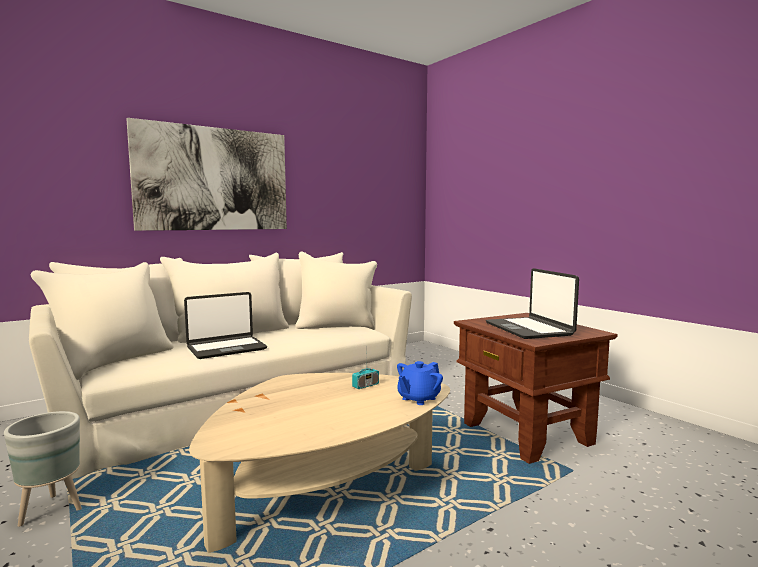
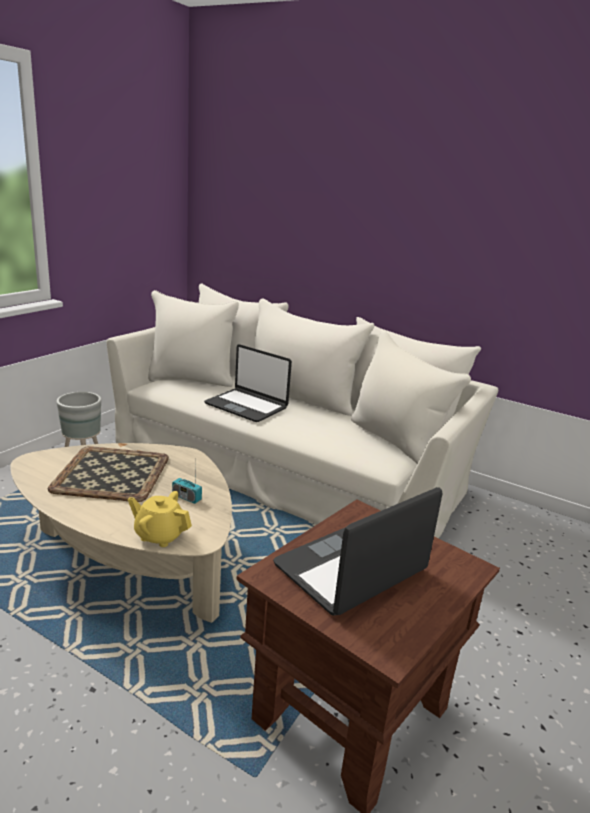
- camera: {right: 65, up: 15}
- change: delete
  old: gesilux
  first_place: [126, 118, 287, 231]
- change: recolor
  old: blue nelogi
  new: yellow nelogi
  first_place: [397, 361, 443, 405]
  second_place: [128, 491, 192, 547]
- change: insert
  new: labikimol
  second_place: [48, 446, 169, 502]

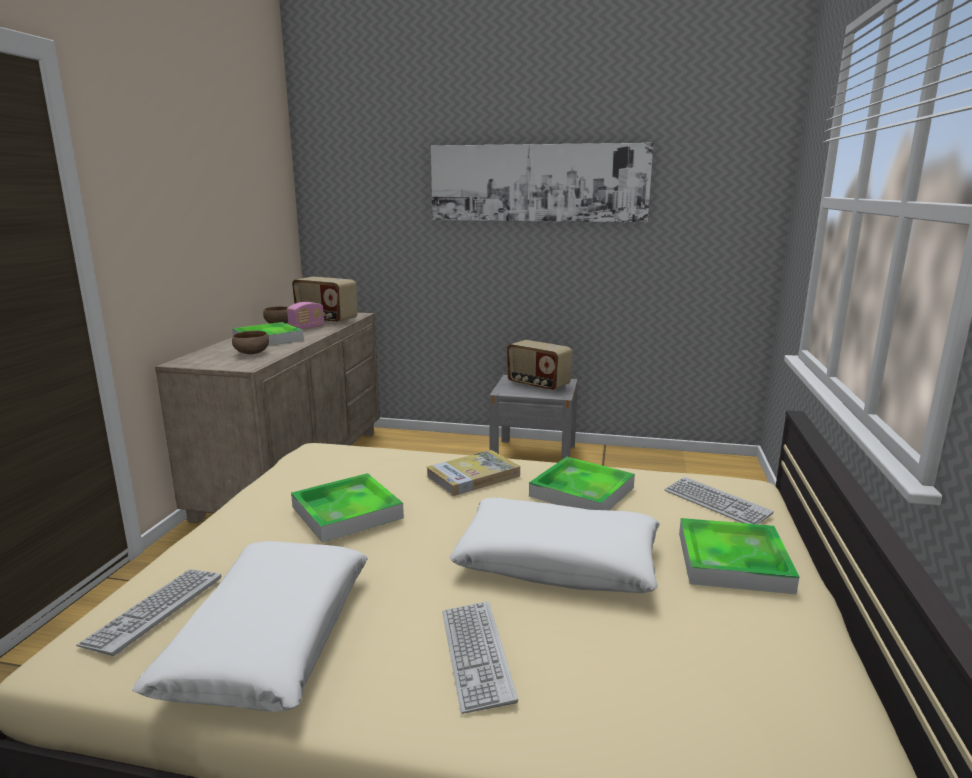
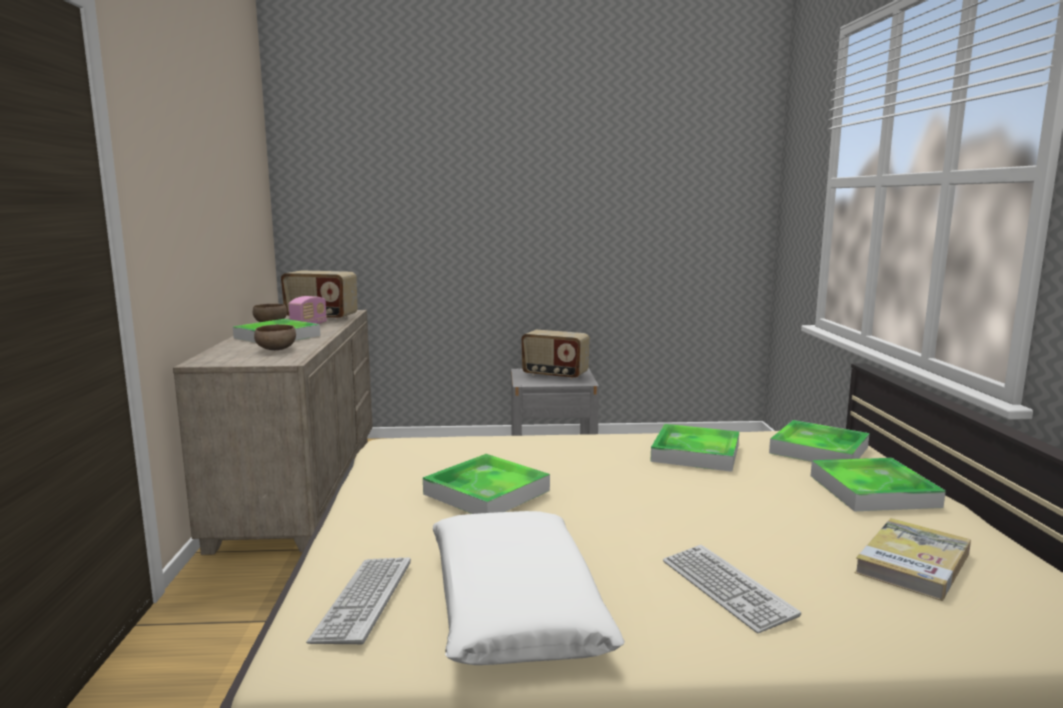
- camera: {right: -15, up: -5}
- change: delete
  old: gesilux
  first_place: [431, 143, 653, 222]
- change: move
  old: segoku
  first_place: [426, 450, 520, 496]
  second_place: [854, 518, 971, 601]
- change: replace
  old: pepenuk
  new: labikimol
  first_place: [665, 477, 774, 524]
  second_place: [769, 420, 869, 462]
- change: delete
  old: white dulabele
  first_place: [450, 498, 660, 593]

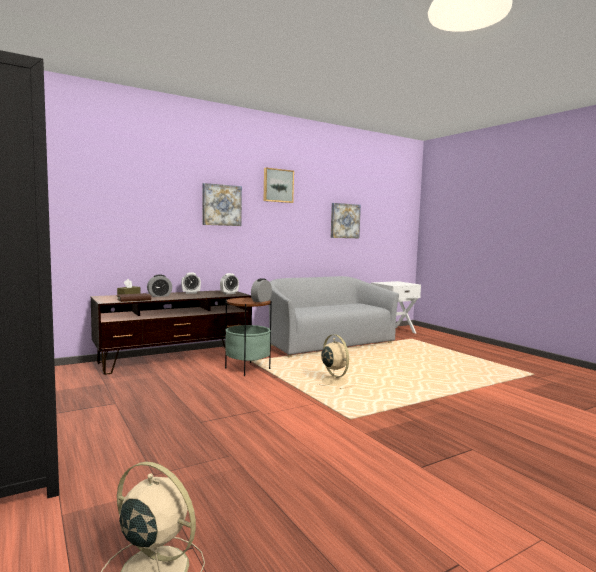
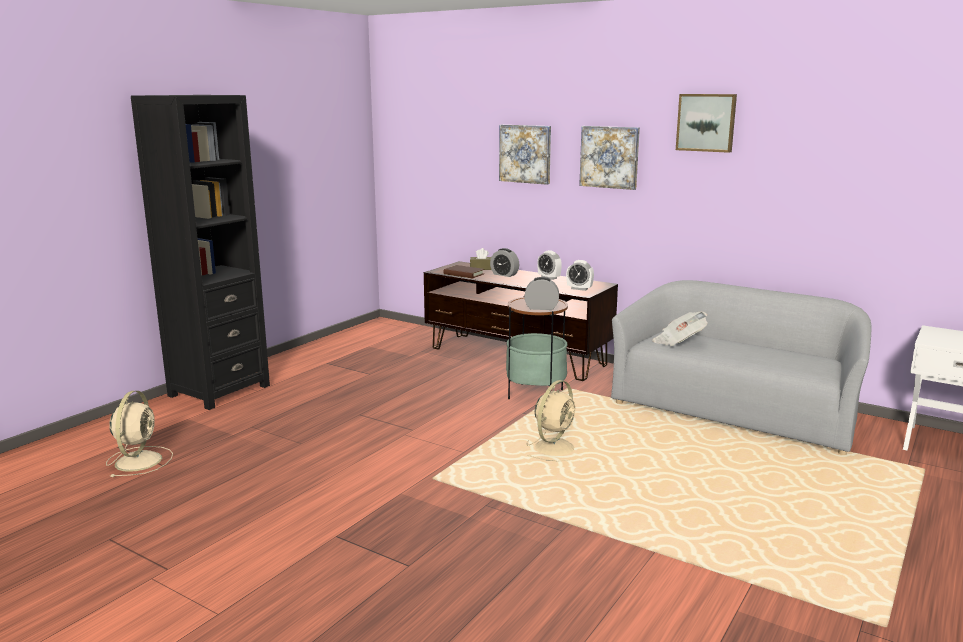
- camera: {right: 65, up: 10}
- change: move
  old: gesilux
  first_place: [331, 203, 361, 238]
  second_place: [499, 125, 551, 185]
- change: insert
  new: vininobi
  second_place: [652, 312, 708, 346]

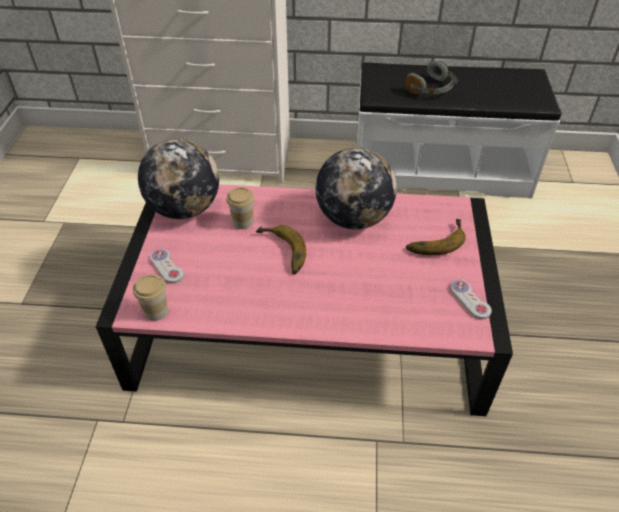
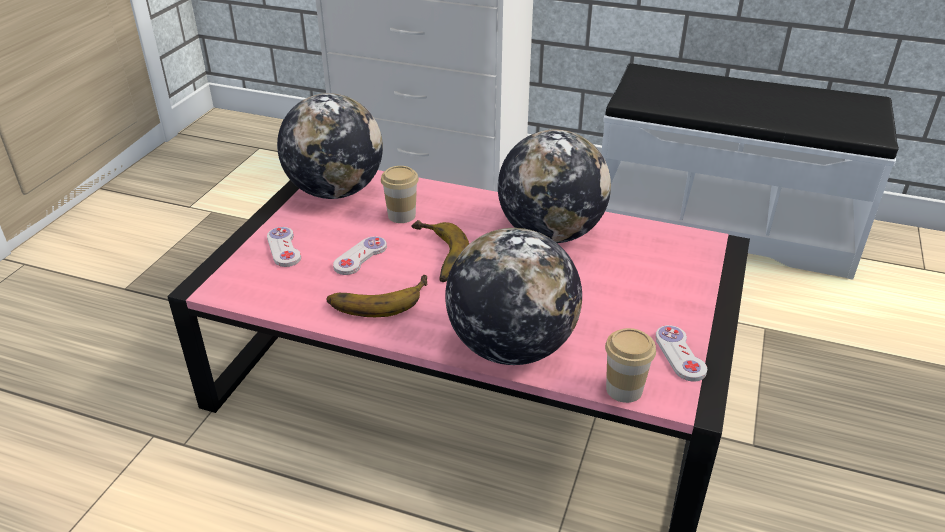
- camera: {right: 15, up: -10}
- change: delete
  old: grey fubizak
  first_place: [405, 60, 457, 95]
- change: move
  old: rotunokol
  first_place: [406, 219, 466, 255]
  second_place: [326, 275, 428, 317]
- change: move
  old: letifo
  first_place: [133, 274, 168, 321]
  second_place: [605, 328, 656, 403]
- change: insert
  new: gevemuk
  second_place: [445, 228, 582, 365]
- change: insert
  new: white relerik
  second_place: [333, 236, 387, 275]

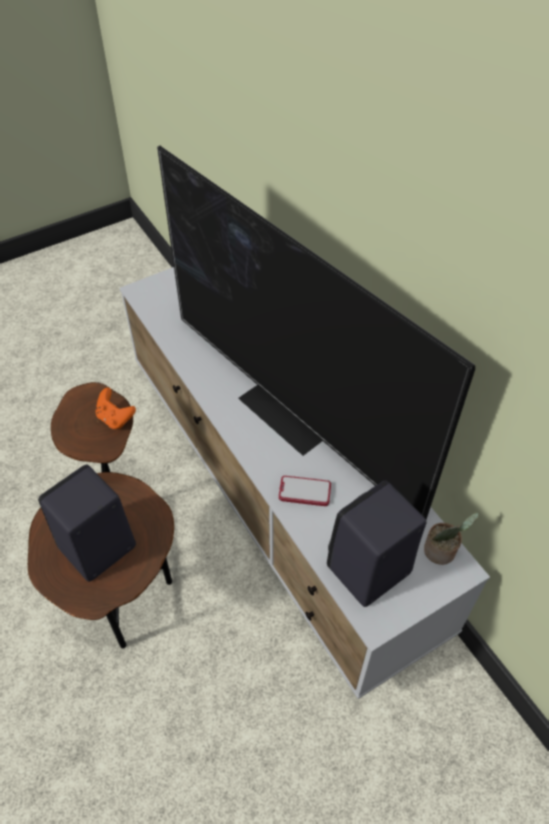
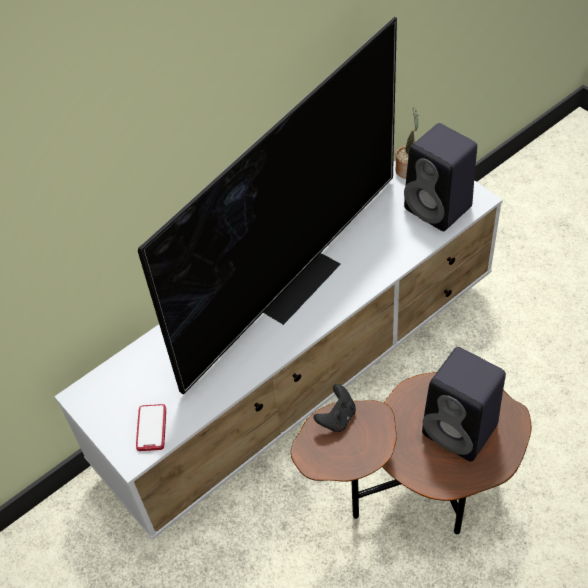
- camera: {right: -95, up: 0}
- change: recolor
  old: orange relerik
  new: black relerik
  first_place: [96, 388, 136, 429]
  second_place: [314, 384, 356, 432]
- change: move
  old: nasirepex
  first_place: [279, 476, 331, 506]
  second_place: [136, 404, 166, 451]

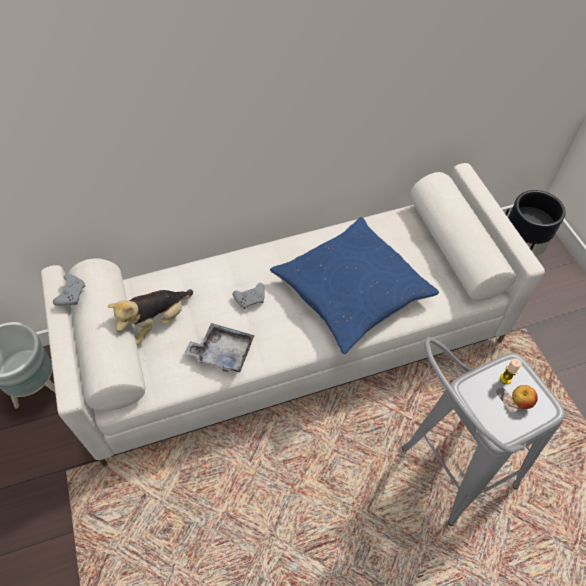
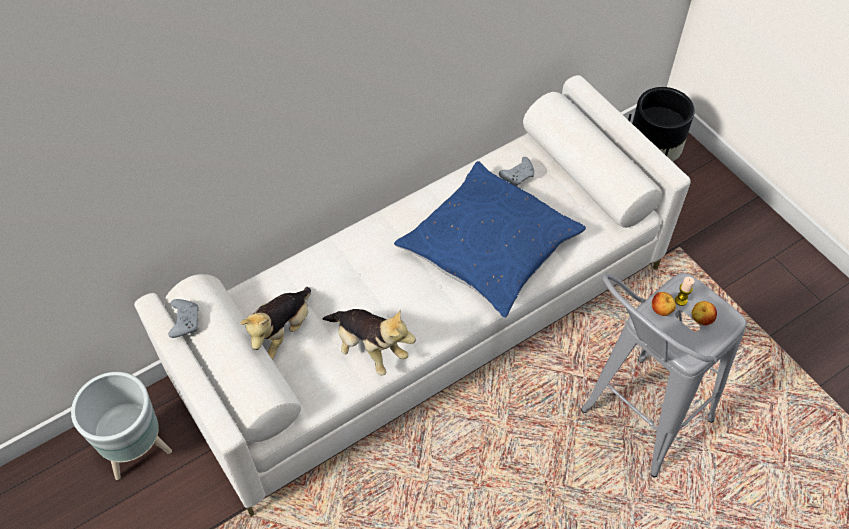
- camera: {right: -15, up: 0}
- change: move
  old: grey relerik
  first_place: [233, 283, 265, 309]
  second_place: [499, 157, 535, 187]
- change: replace
  old: grey labikimol
  new: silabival
  first_place: [185, 323, 255, 372]
  second_place: [323, 309, 416, 376]
- change: insert
  new: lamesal
  second_place: [652, 292, 676, 316]

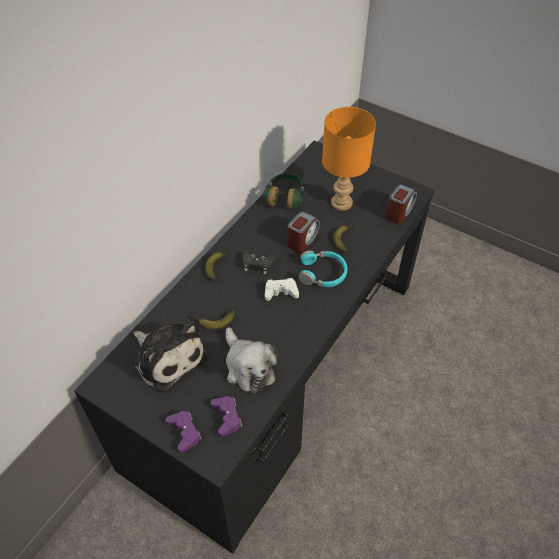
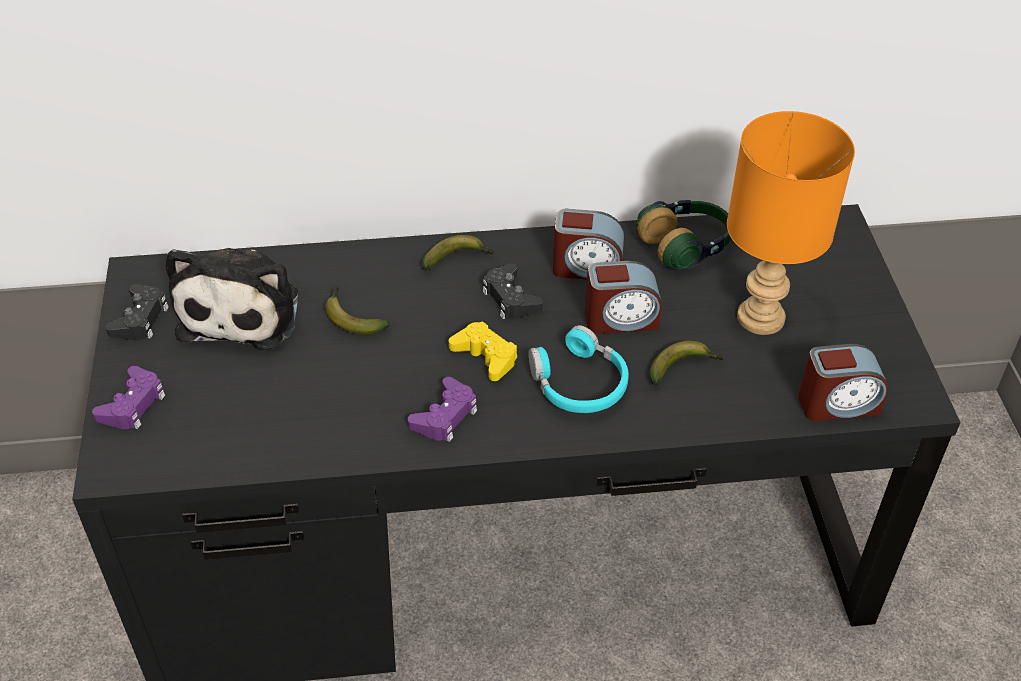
- camera: {right: 50, up: -5}
- change: recolor
  old: white relerik
  new: yellow relerik
  first_place: [265, 278, 299, 301]
  second_place: [449, 321, 517, 381]
- change: delete
  old: silabival
  first_place: [226, 327, 278, 393]
- change: move
  old: purple relerik
  first_place: [211, 396, 242, 437]
  second_place: [408, 377, 477, 442]
- change: insert
  new: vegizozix
  second_place: [553, 209, 624, 279]
- change: insert
  new: black relerik
  second_place: [105, 284, 169, 340]

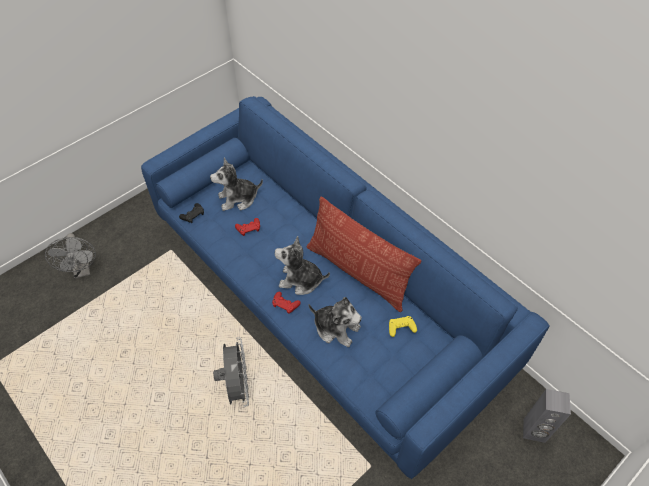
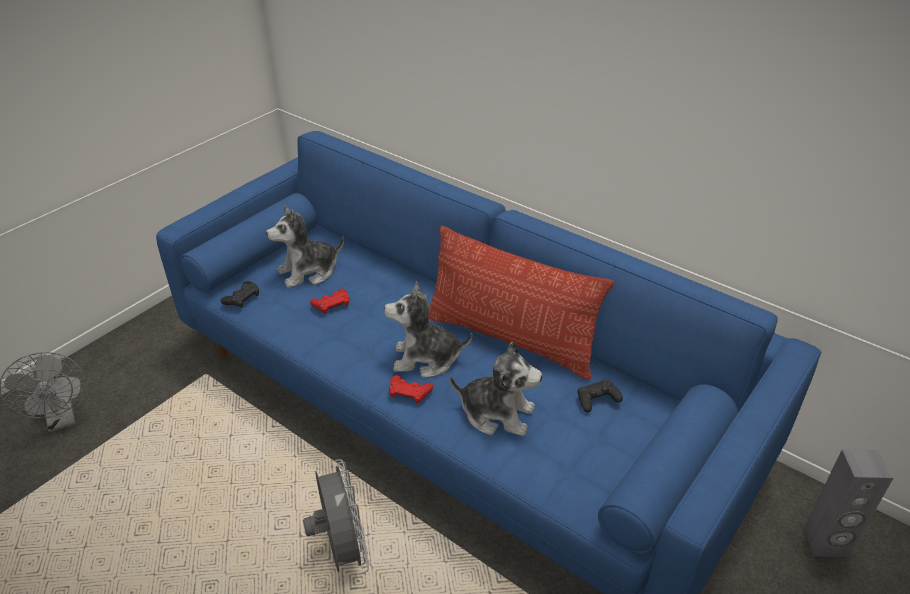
- camera: {right: -10, up: -15}
- change: recolor
  old: yellow relerik
  new: black relerik
  first_place: [389, 316, 417, 337]
  second_place: [578, 380, 623, 412]

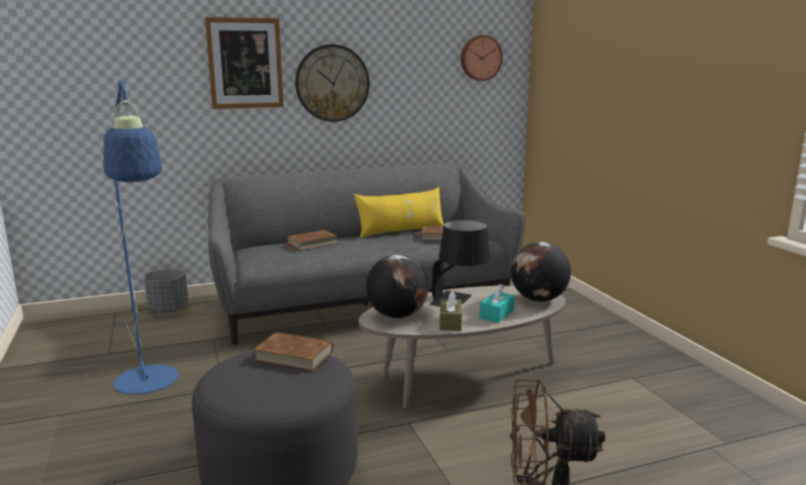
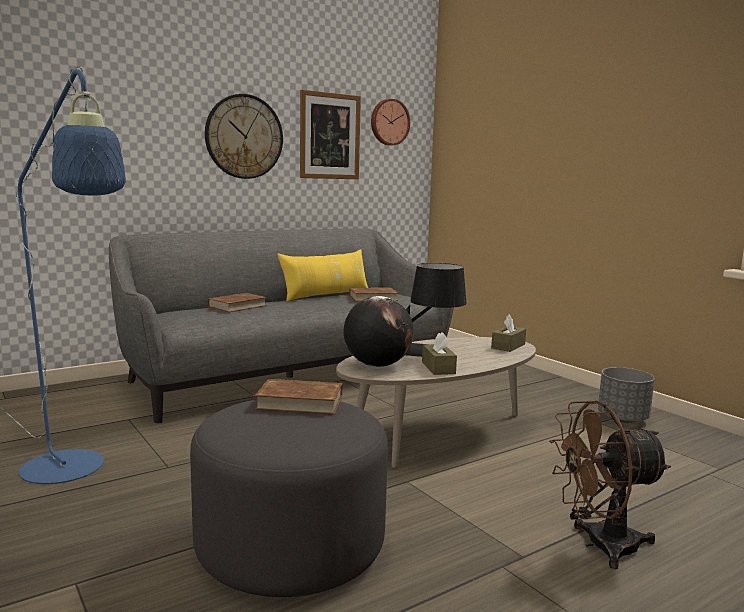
- camera: {right: -15, up: -5}
- change: move
  old: gesilux
  first_place: [205, 17, 284, 109]
  second_place: [300, 90, 361, 179]
- change: replace
  old: gevemuk
  new: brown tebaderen
  first_place: [510, 242, 571, 302]
  second_place: [491, 314, 526, 352]
- change: move
  old: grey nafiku
  first_place: [144, 268, 189, 313]
  second_place: [598, 367, 655, 423]
- change: delete
  old: turquoise tebaderen
  first_place: [480, 284, 515, 323]

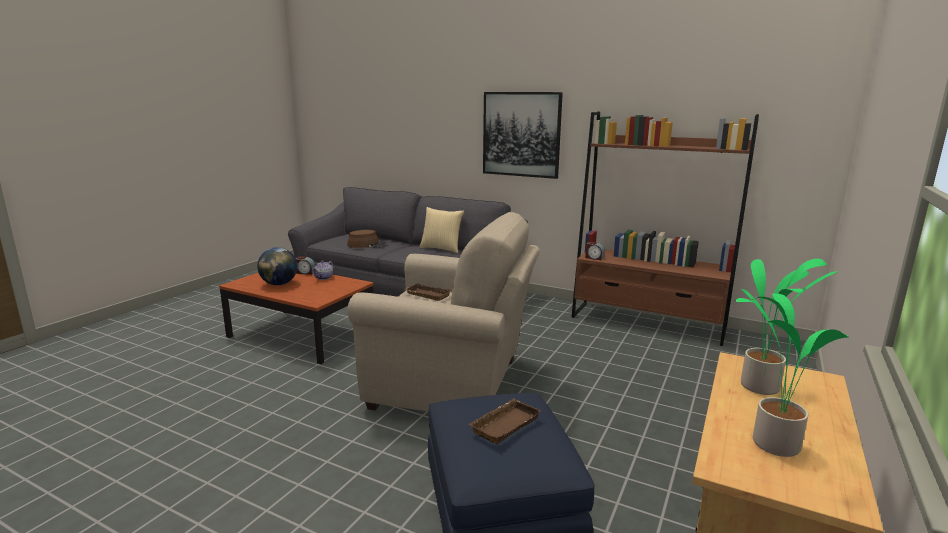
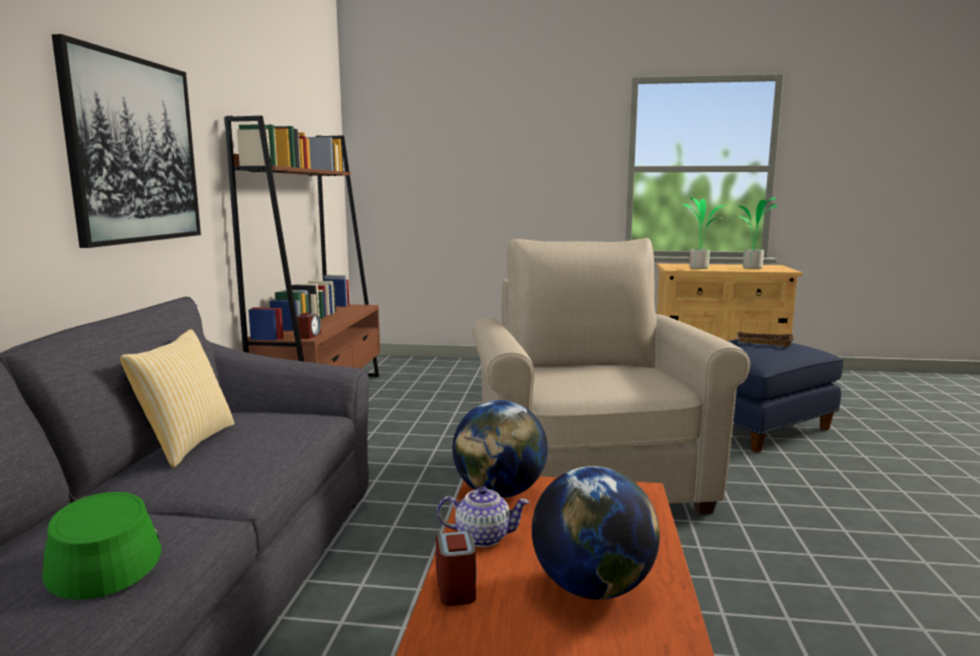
- camera: {right: -110, up: -5}
- change: recolor
  old: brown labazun
  new: green labazun
  first_place: [347, 230, 386, 248]
  second_place: [42, 492, 162, 600]
- change: delete
  old: brown labikimol
  first_place: [404, 283, 452, 301]
- change: insert
  new: gevemuk
  second_place: [452, 400, 548, 498]

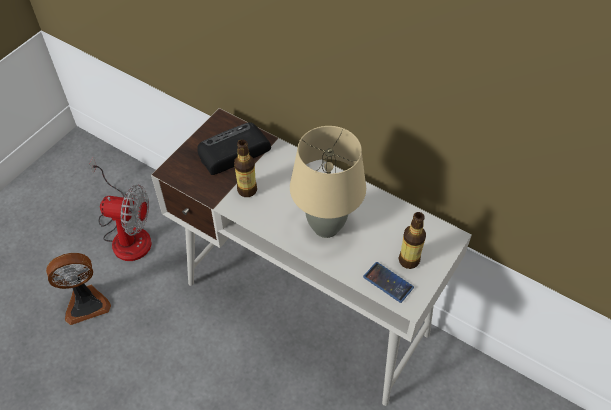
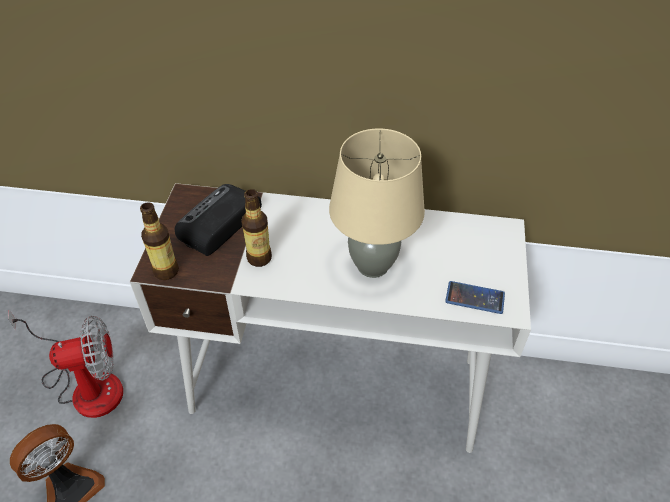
- camera: {right: -25, up: -5}
- change: move
  old: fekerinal
  first_place: [399, 212, 426, 269]
  second_place: [140, 202, 179, 280]

